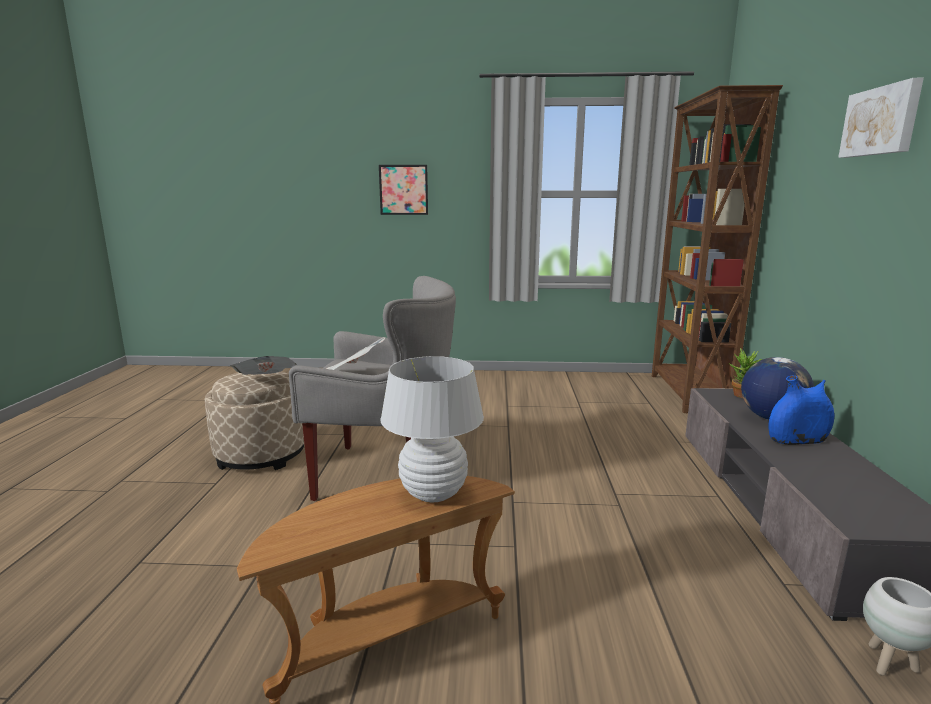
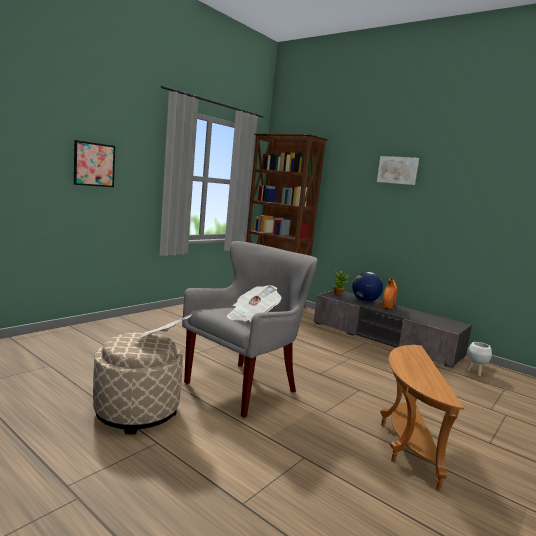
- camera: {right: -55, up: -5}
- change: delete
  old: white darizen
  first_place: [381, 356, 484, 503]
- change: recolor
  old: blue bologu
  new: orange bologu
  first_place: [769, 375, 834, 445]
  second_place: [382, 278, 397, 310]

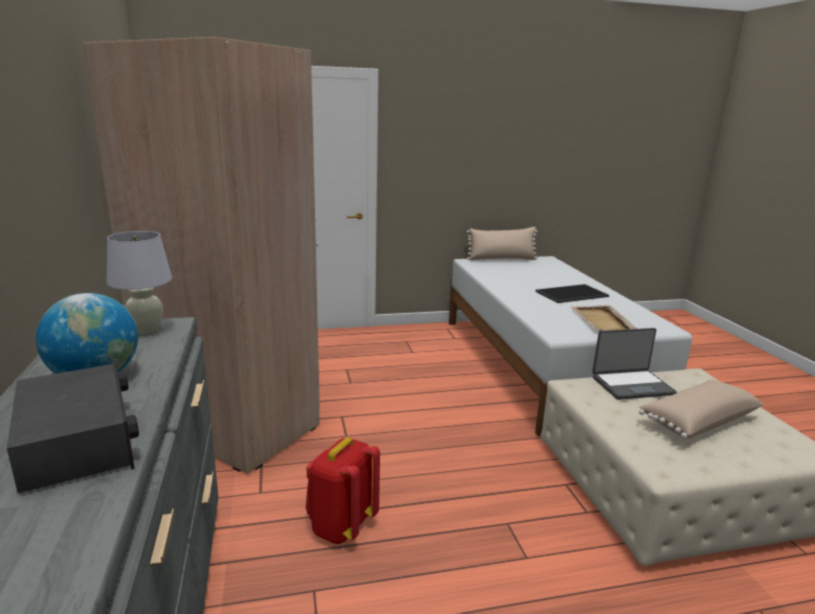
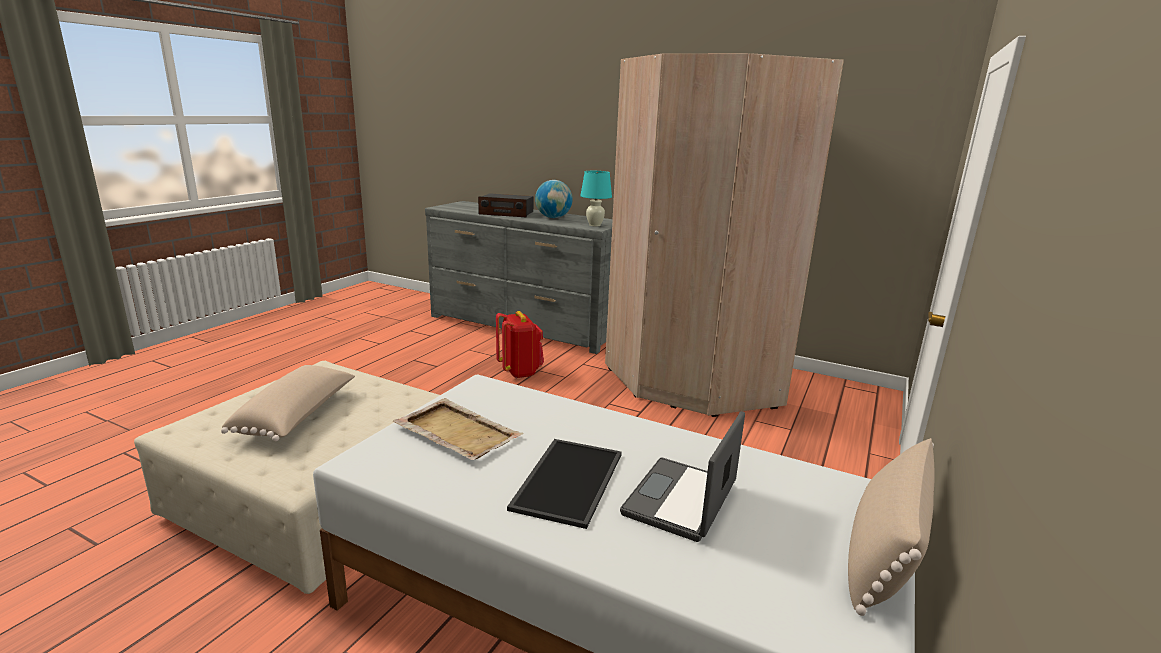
- camera: {right: 130, up: 0}
- change: recolor
  old: white darizen
  new: turquoise darizen
  first_place: [106, 231, 172, 335]
  second_place: [580, 171, 612, 227]
- change: move
  old: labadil
  first_place: [592, 328, 677, 400]
  second_place: [620, 411, 745, 542]

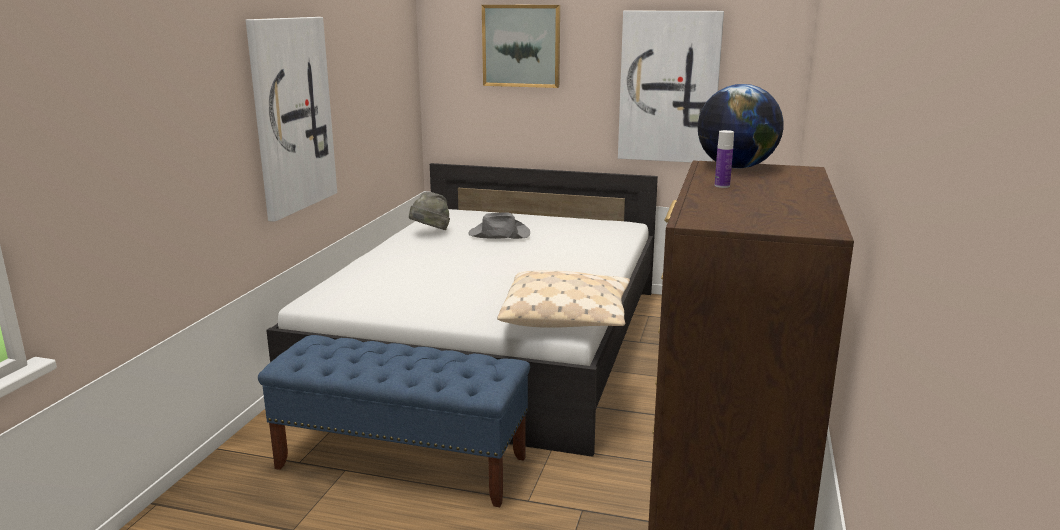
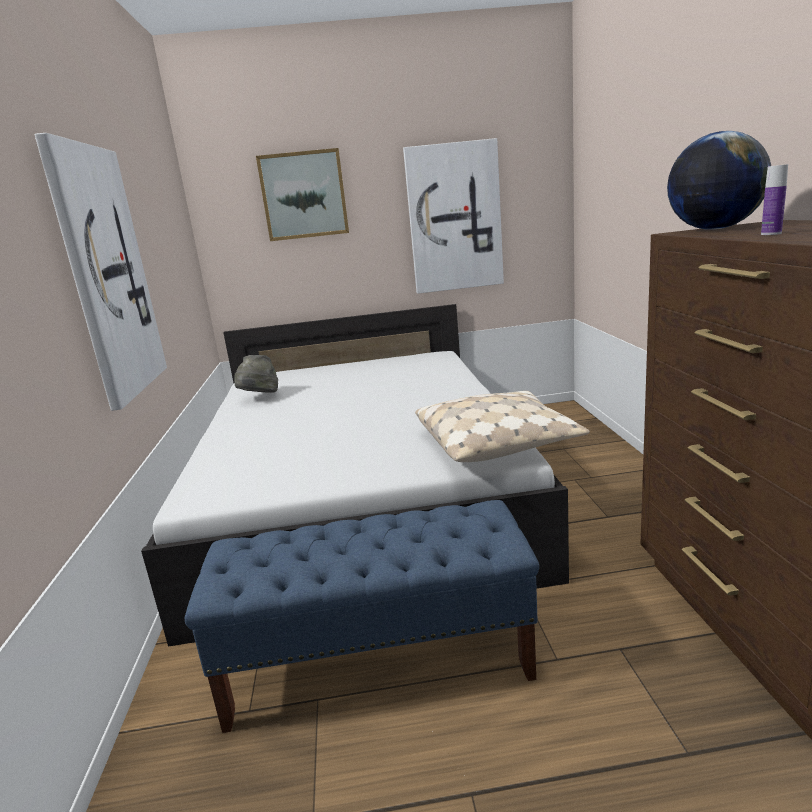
- camera: {right: -20, up: 0}
- change: delete
  old: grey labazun
  first_place: [468, 212, 530, 239]

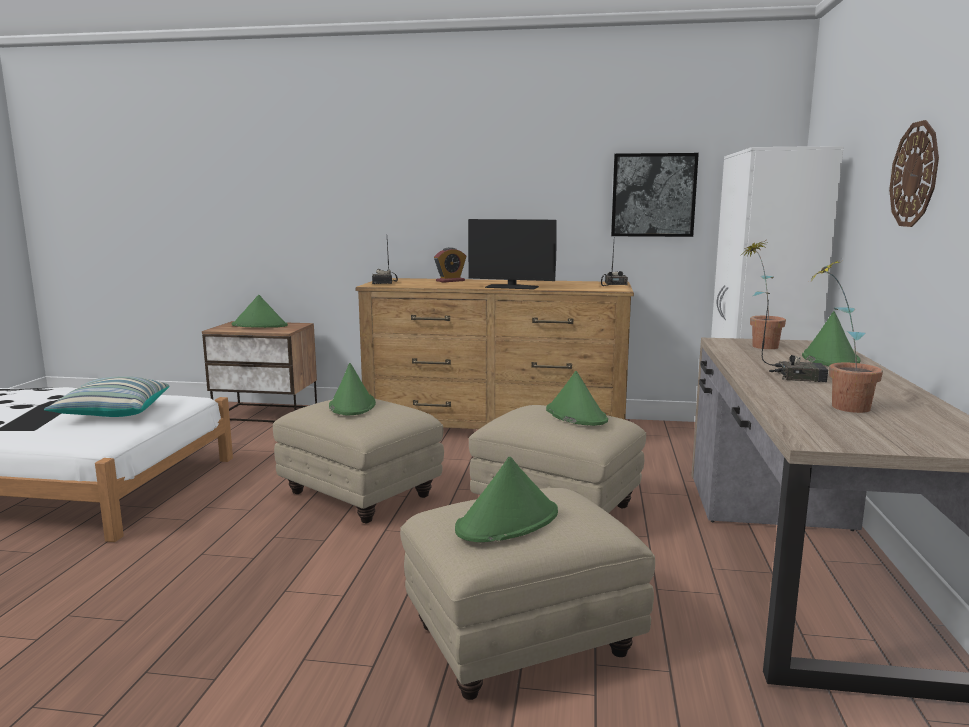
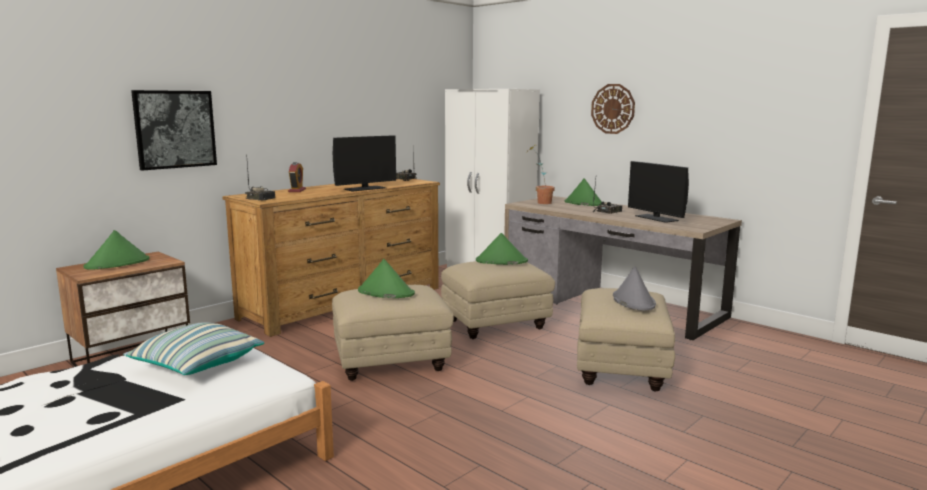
- camera: {right: -55, up: 0}
- change: move
  old: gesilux
  first_place: [611, 153, 699, 237]
  second_place: [131, 90, 217, 170]
- change: replace
  old: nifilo
  new: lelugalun
  first_place: [810, 260, 883, 413]
  second_place: [628, 161, 689, 223]
- change: recolor
  old: green labazun
  new: grey labazun
  first_place: [455, 457, 558, 542]
  second_place: [613, 266, 656, 310]

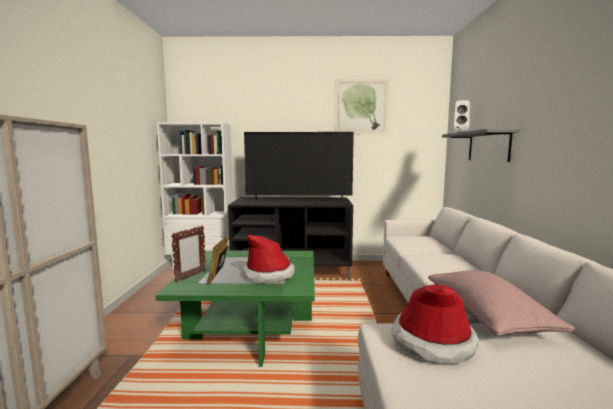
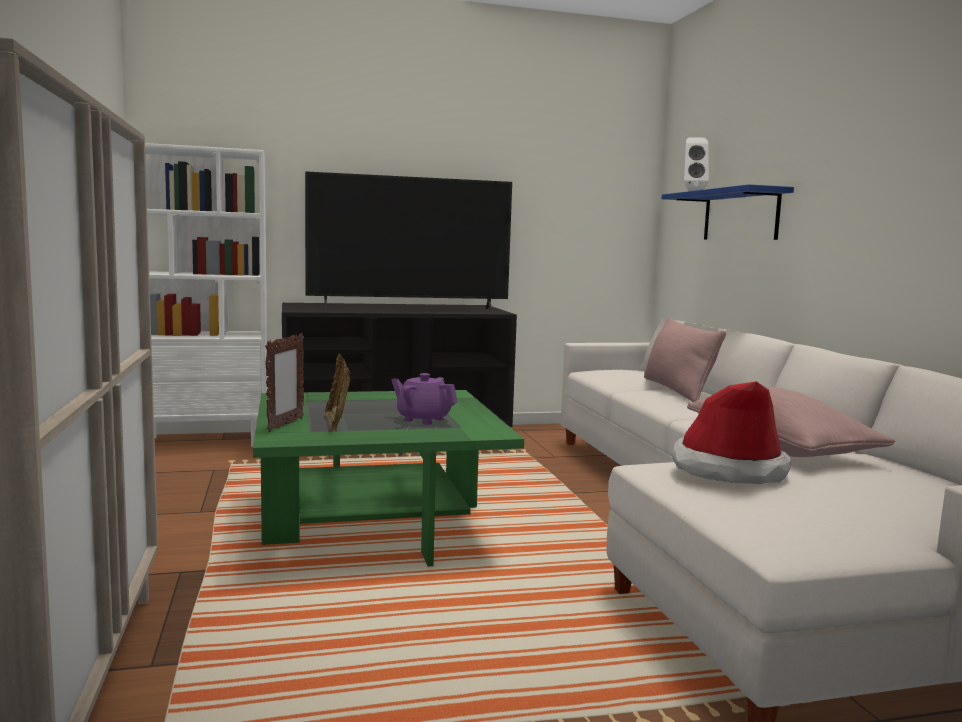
- camera: {right: -15, up: 0}
- change: delete
  old: gesilux
  first_place: [335, 79, 390, 134]
- change: recolor
  old: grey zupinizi
  new: blue zupinizi
  first_place: [442, 129, 520, 162]
  second_place: [662, 184, 794, 240]
- change: replace
  old: labazun
  new: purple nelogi
  first_place: [242, 235, 295, 284]
  second_place: [391, 373, 457, 425]
- change: insert
  new: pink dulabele
  second_place: [644, 317, 726, 402]

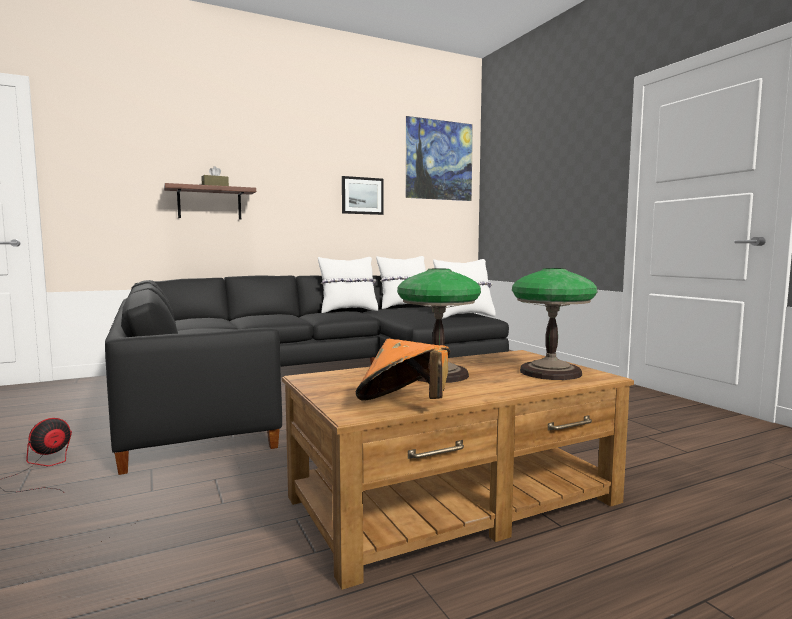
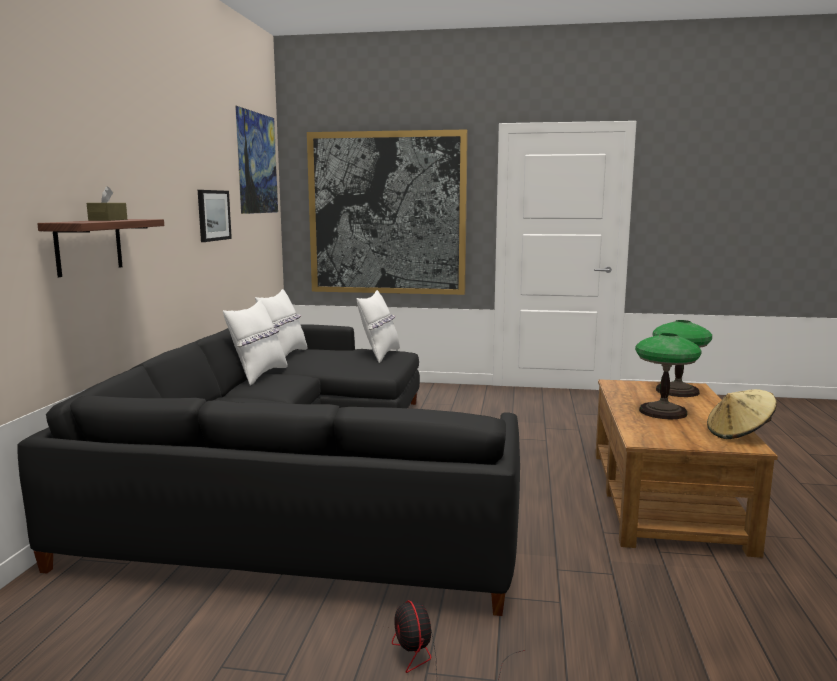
- camera: {right: -55, up: 5}
- change: recolor
  old: orange labazun
  new: beige labazun
  first_place: [356, 339, 451, 401]
  second_place: [707, 389, 777, 439]
- change: insert
  new: gesilux
  second_place: [307, 129, 468, 295]

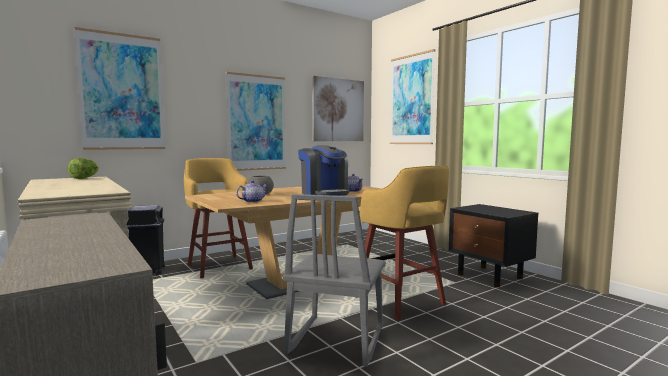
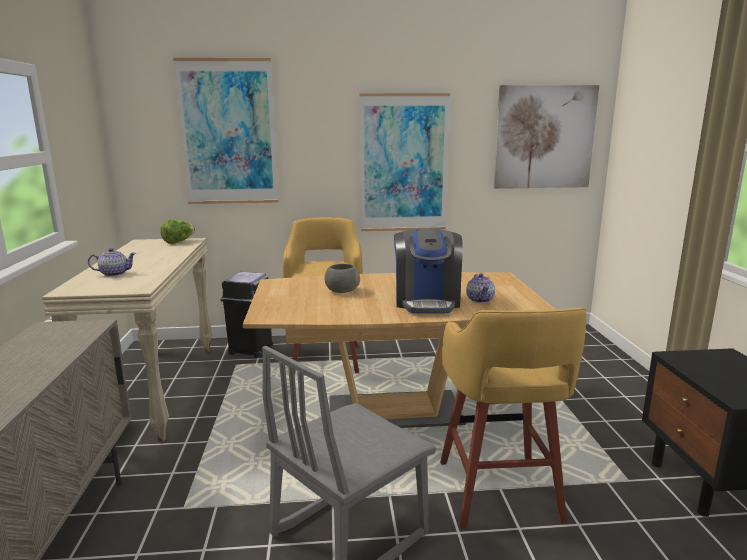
- camera: {right: 30, up: 10}
- change: delete
  old: gesilux
  first_place: [390, 49, 436, 144]
- change: move
  old: nelogi
  first_place: [236, 180, 268, 203]
  second_place: [88, 248, 136, 277]

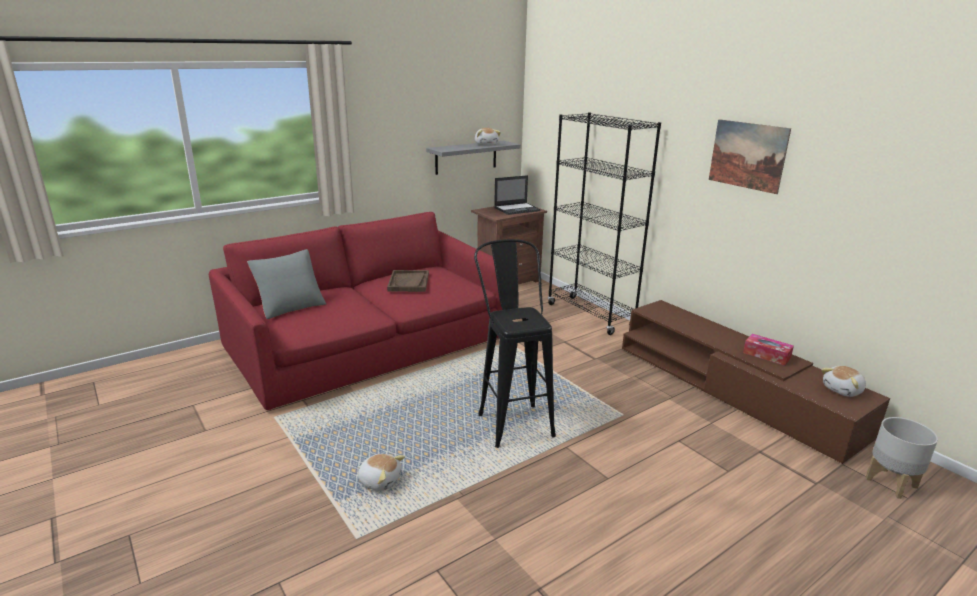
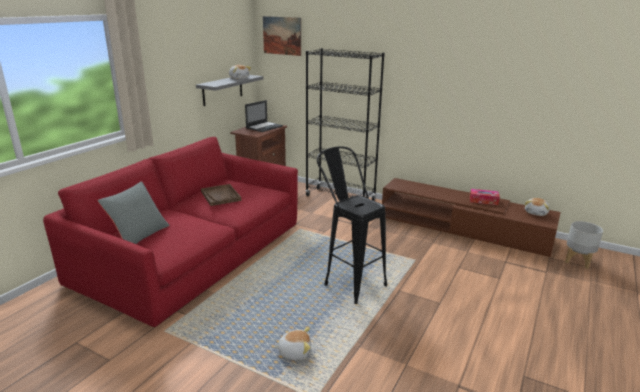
- camera: {right: -25, up: 0}
- change: move
  old: gesilux
  first_place: [709, 119, 791, 194]
  second_place: [263, 16, 301, 56]

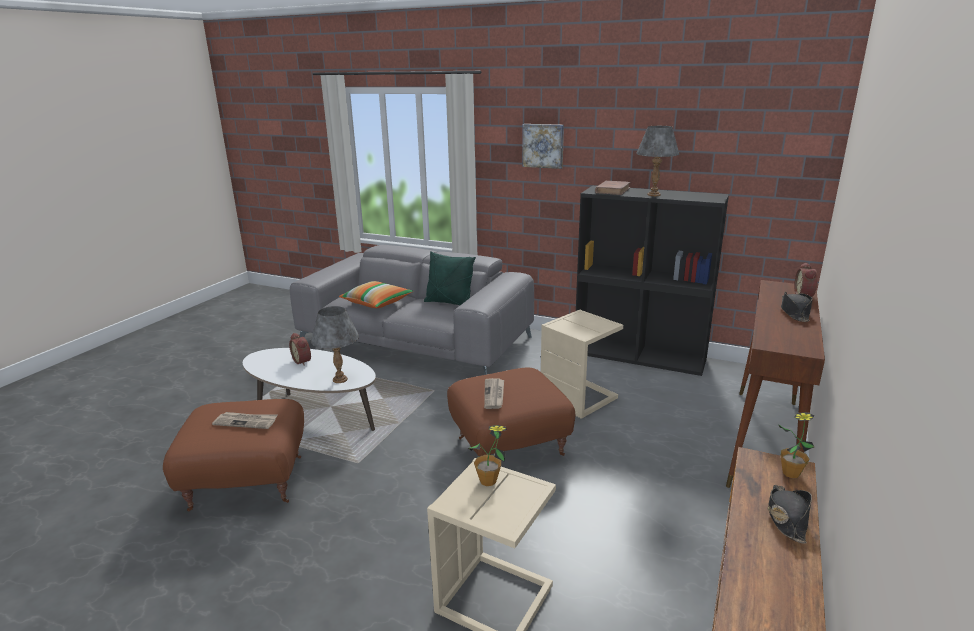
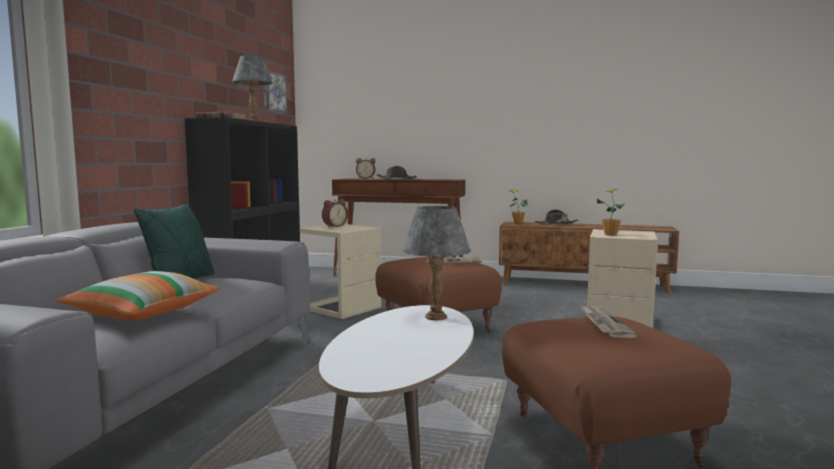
- camera: {right: -100, up: -15}
- change: move
  old: gesilux
  first_place: [522, 124, 564, 169]
  second_place: [264, 71, 287, 113]
- change: move
  old: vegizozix
  first_place: [289, 333, 311, 366]
  second_place: [322, 199, 348, 227]

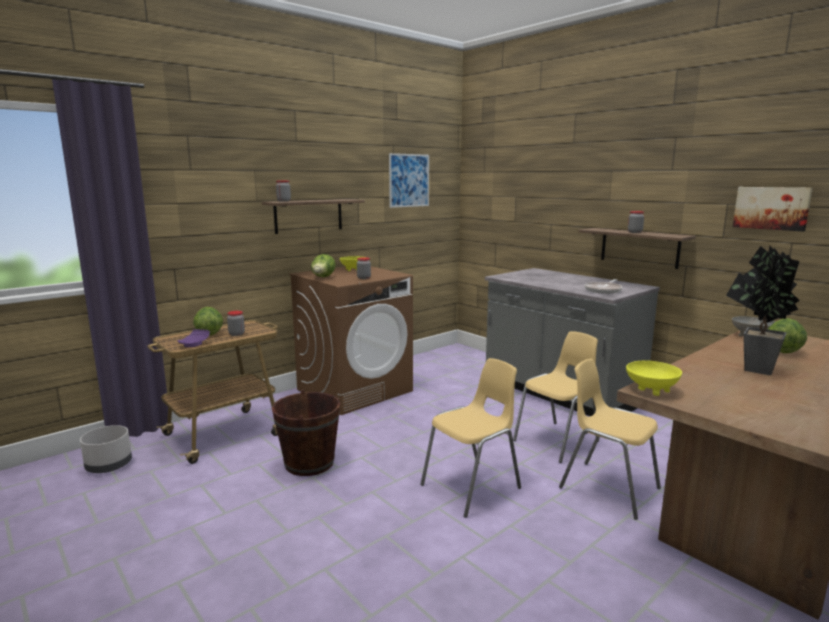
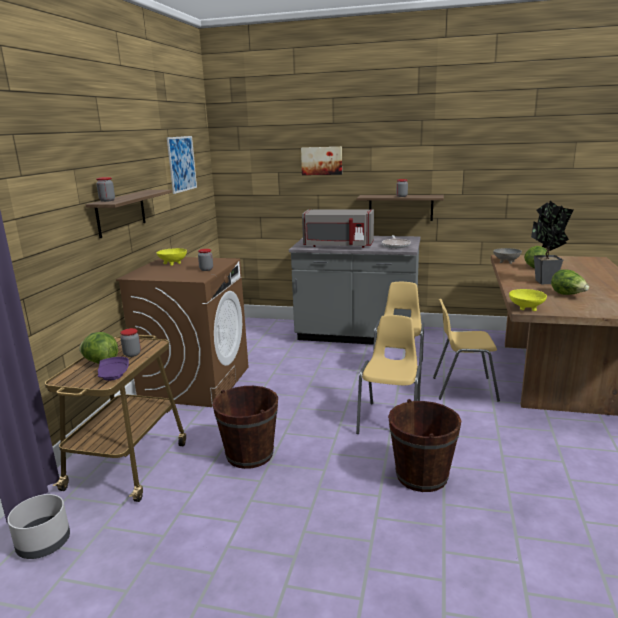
- camera: {right: -35, up: 5}
- change: move
  old: gesilux
  first_place: [733, 187, 813, 231]
  second_place: [301, 147, 342, 175]
- change: move
  old: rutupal
  first_place: [311, 254, 336, 277]
  second_place: [551, 269, 589, 295]
- change: insert
  new: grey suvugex
  second_place: [302, 209, 374, 248]
- change: insert
  new: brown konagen
  second_place: [388, 399, 461, 492]

